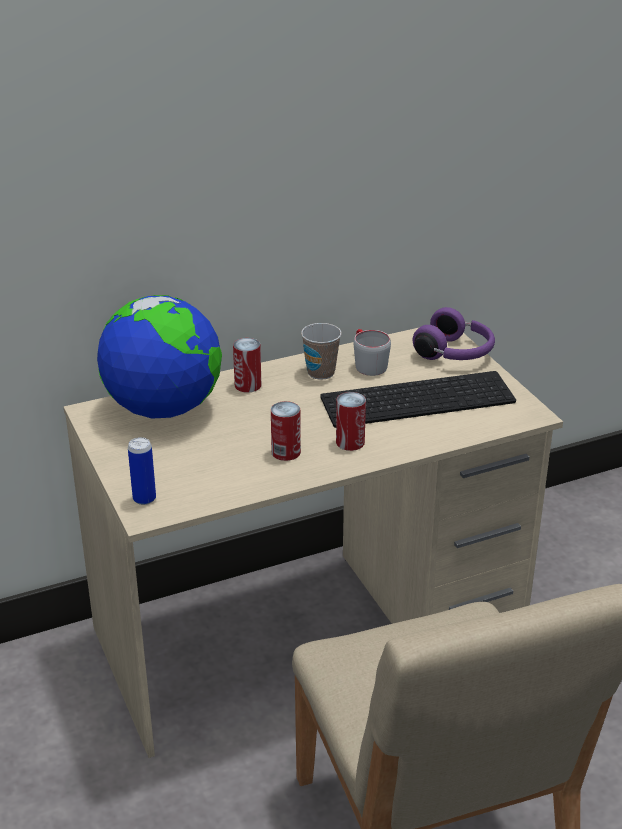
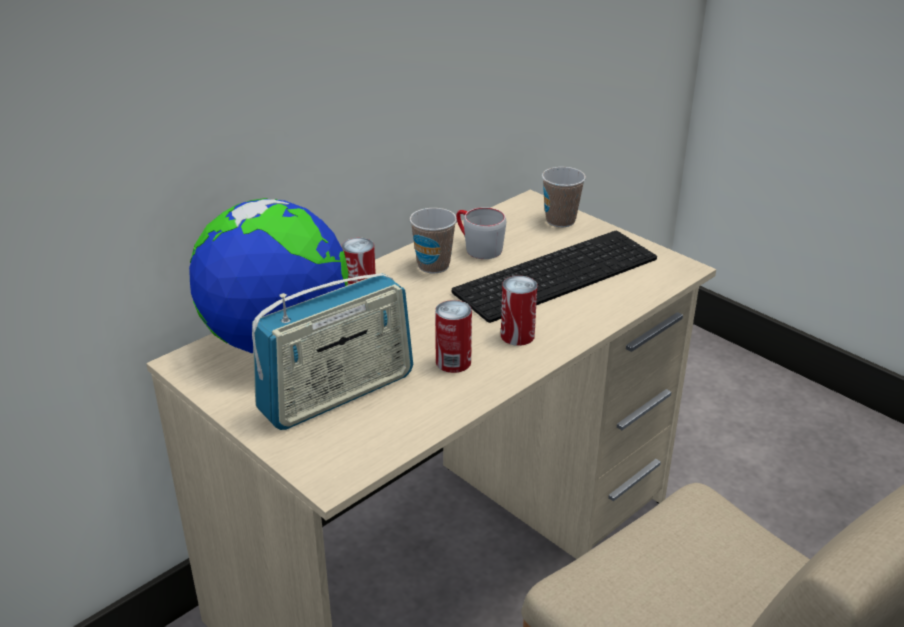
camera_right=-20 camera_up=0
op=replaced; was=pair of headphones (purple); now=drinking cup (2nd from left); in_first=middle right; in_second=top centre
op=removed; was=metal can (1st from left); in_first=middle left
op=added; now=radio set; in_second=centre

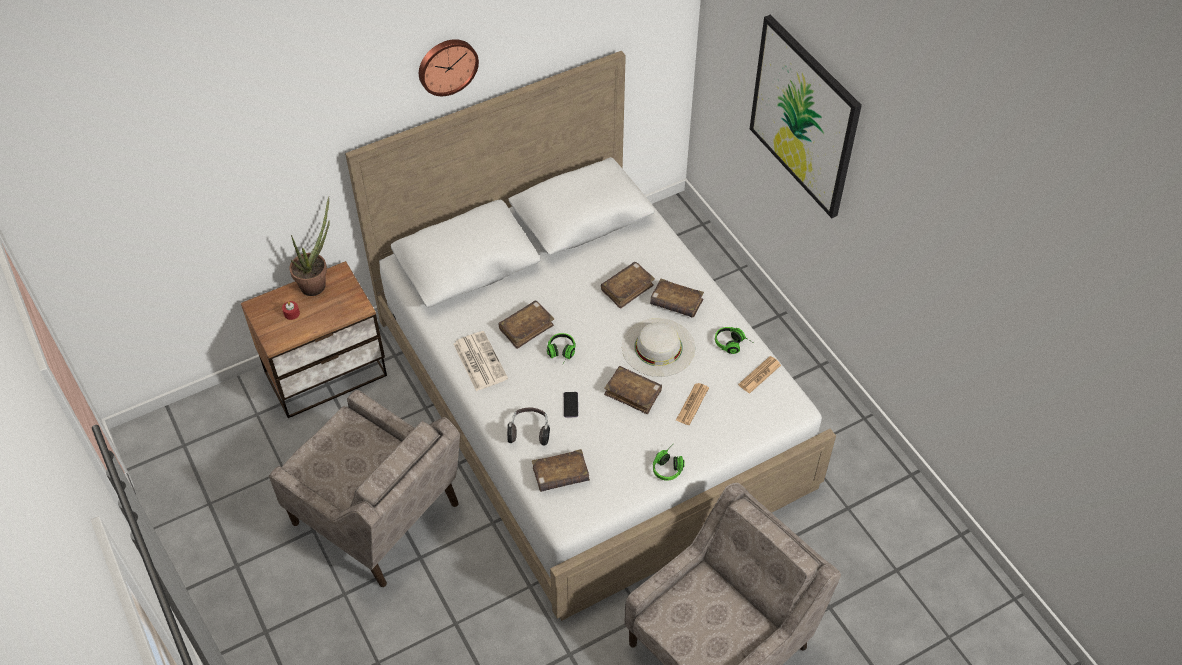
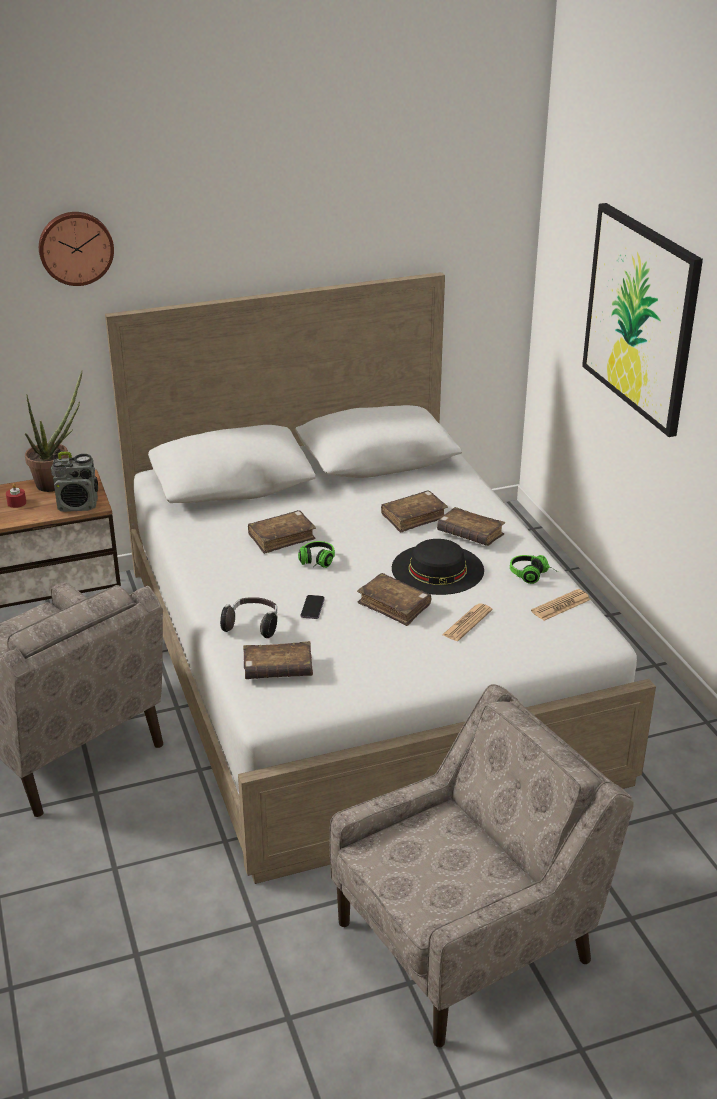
camera_right=10 camera_up=-20
op=moved; was=clock on the wall; in_first=top centre; in_second=top left
op=recoloured; was=hat (whitish); now=hat (black); in_first=centre; in_second=centre
op=removed; was=daily paper (1st from left); in_first=centre
op=removed; was=pair of headphones (3rd from left); in_first=bottom centre
op=added; now=radio set; in_second=middle left

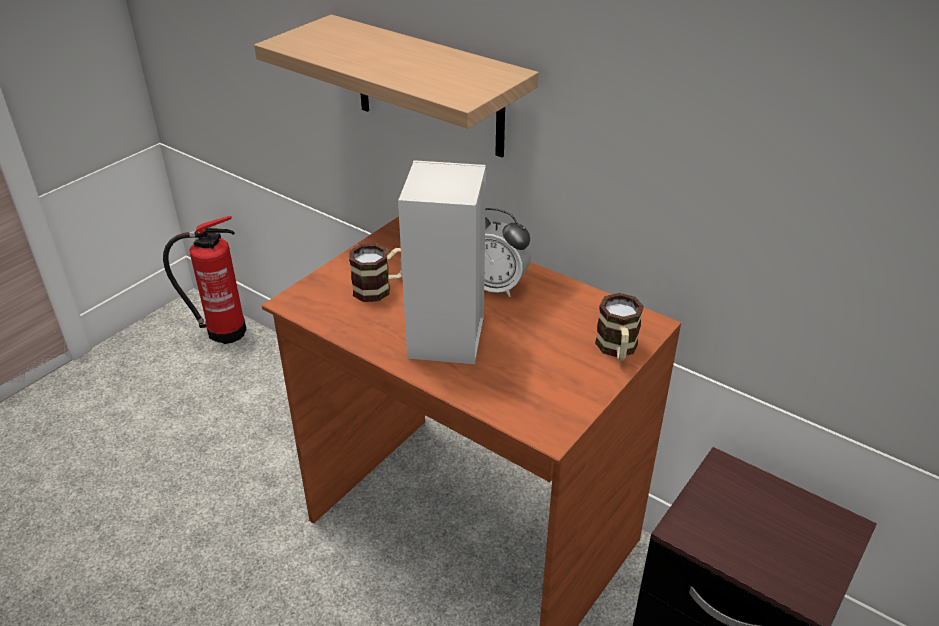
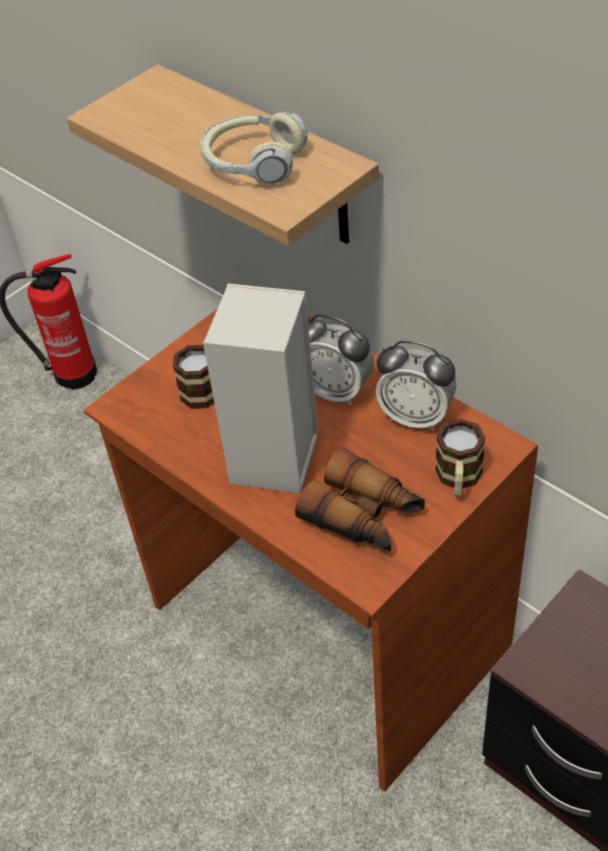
camera_right=10 camera_up=10
op=added; now=pair of headphones; in_second=top centre
op=added; now=bedside clock (2nd from left); in_second=middle right
op=added; now=binoculars; in_second=centre

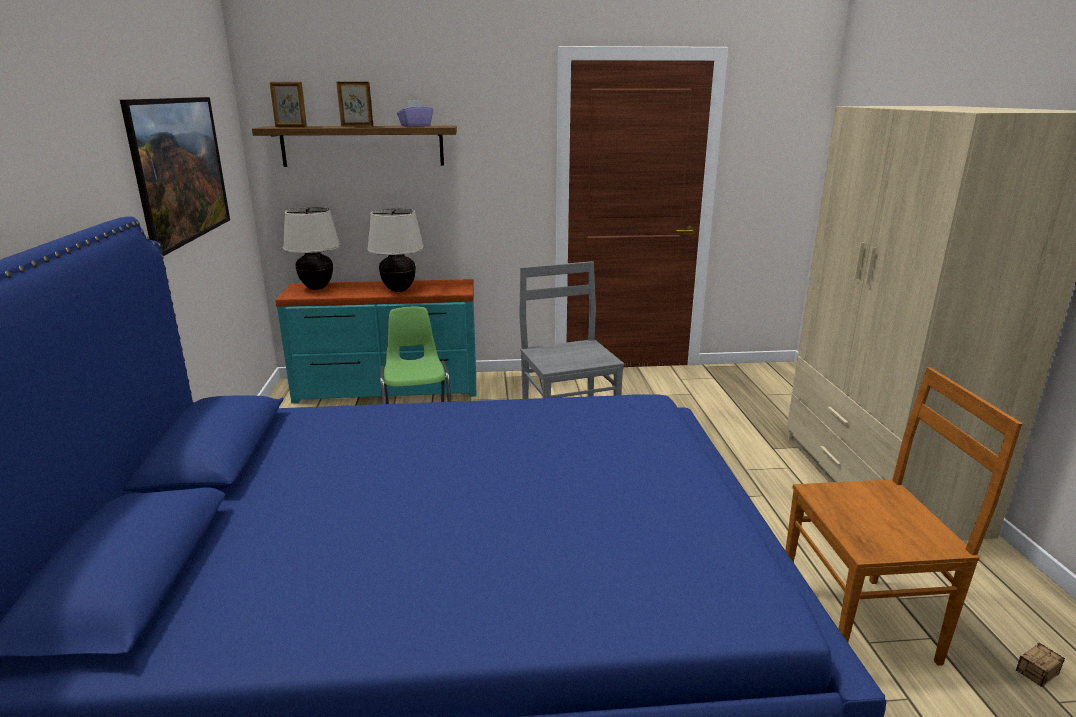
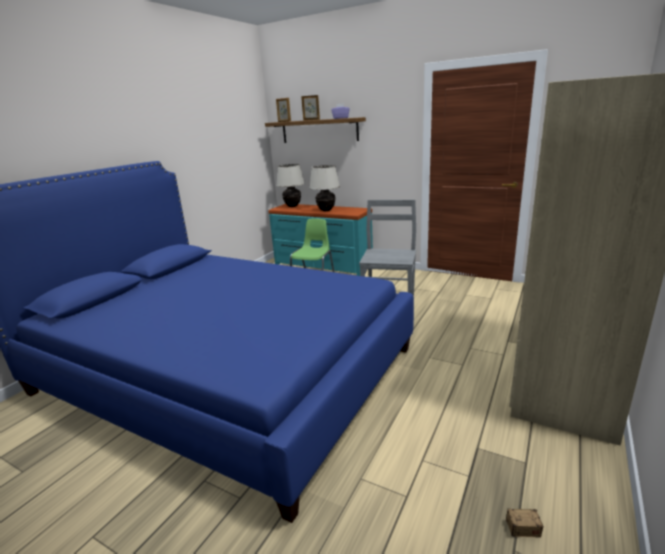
camera_right=35 camera_up=0
op=removed; was=wall picture; in_first=top left
op=removed; was=plain chair (brown-coloured); in_first=bottom right

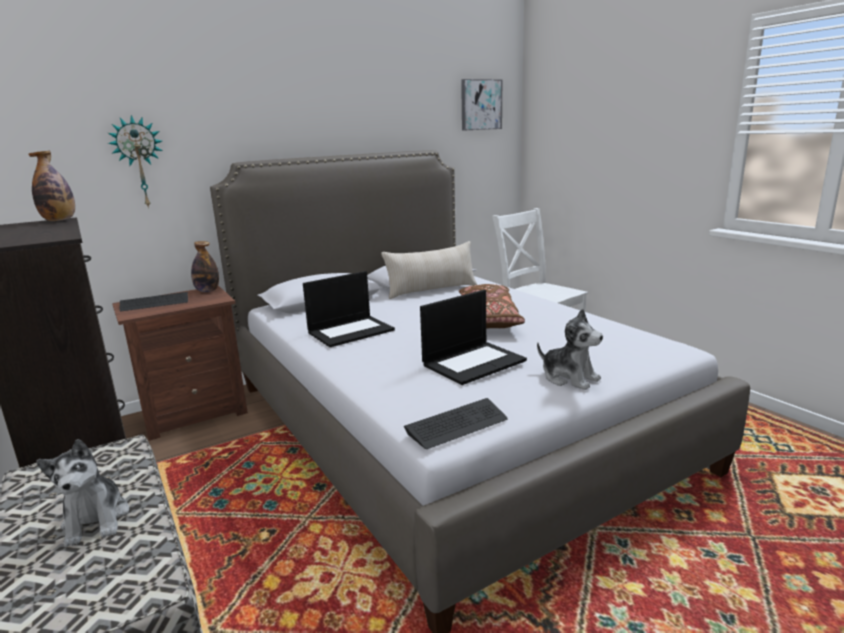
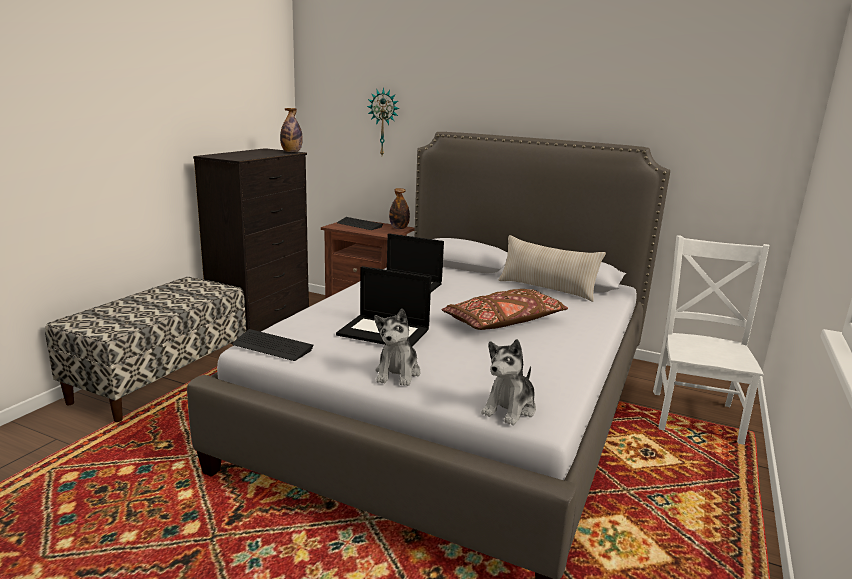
camera_right=55 camera_up=0
op=removed; was=wall picture; in_first=top centre
op=moved; was=cuddly toy (1st from left in the first image); now=cuddly toy (2nd from left); in_first=bottom left; in_second=centre

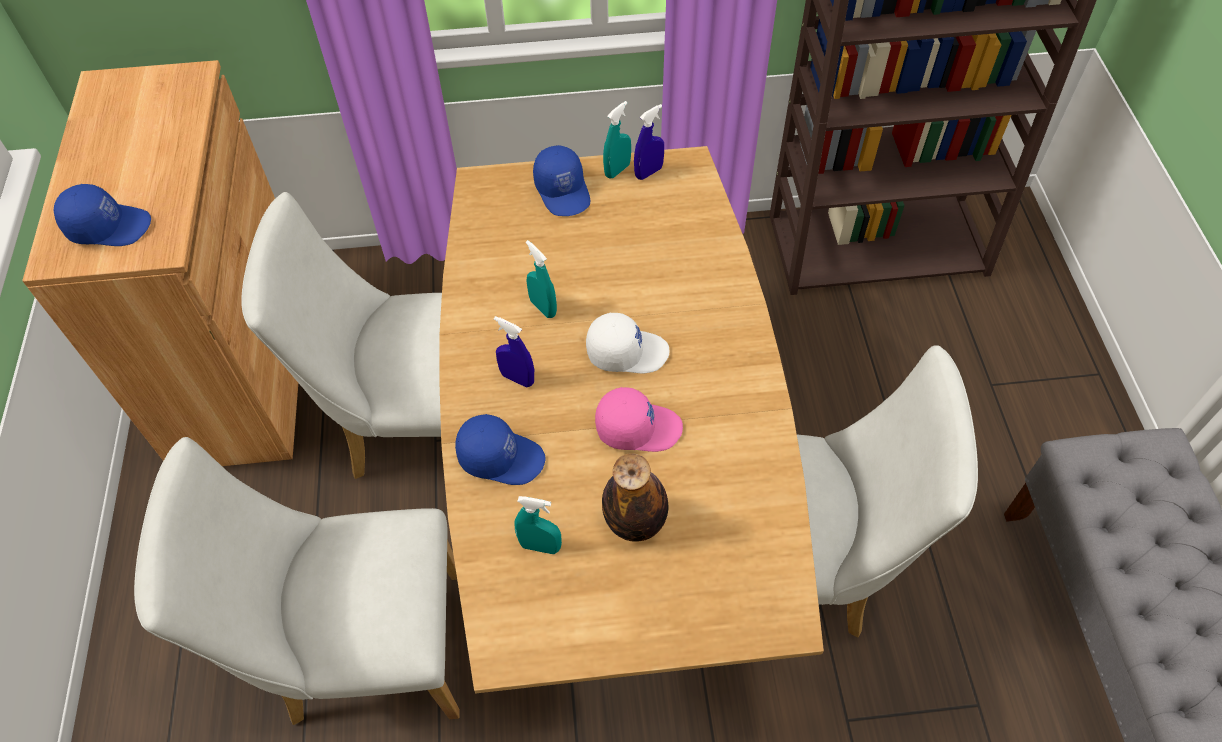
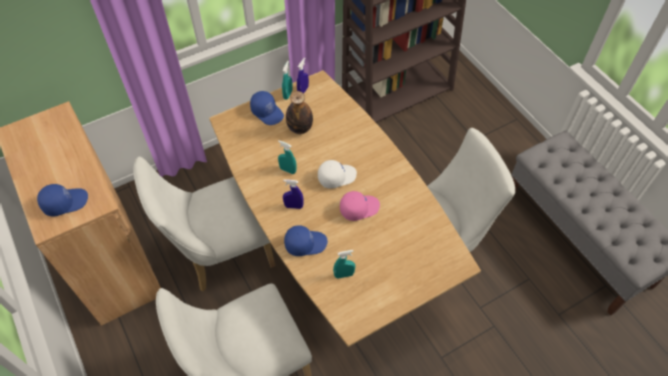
camera_right=-25 camera_up=0
op=moved; was=drink bottle; in_first=bottom centre; in_second=top centre

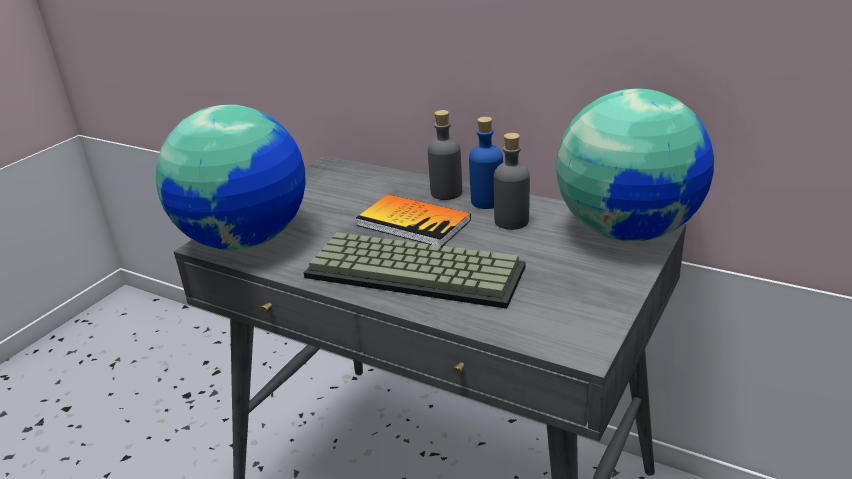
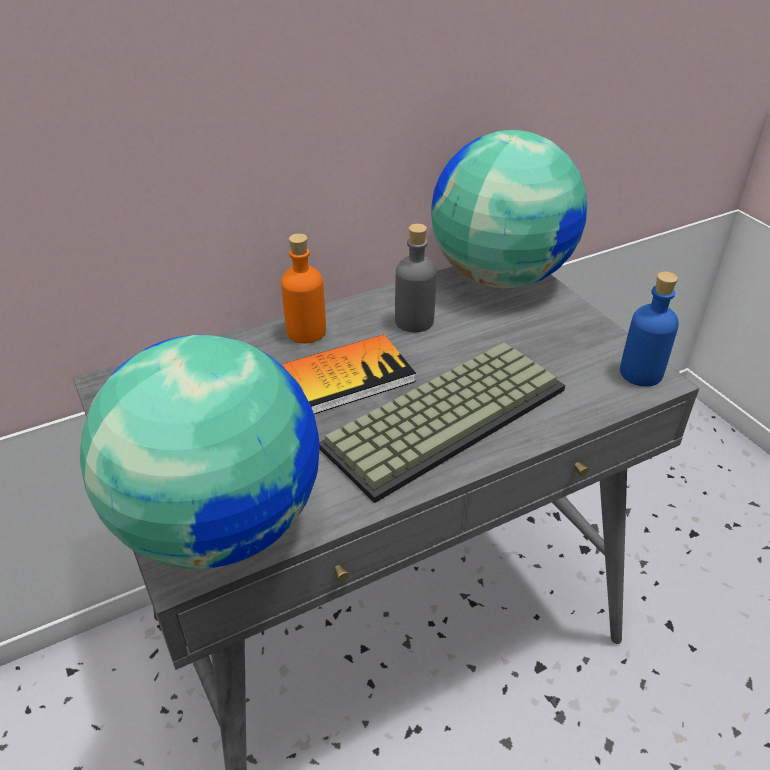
camera_right=-60 camera_up=10
op=recoloured; was=drink bottle (gray) (1st from left); now=drink bottle (orange); in_first=top centre; in_second=centre
op=moved; was=drink bottle (blue-coloured); in_first=centre; in_second=middle right

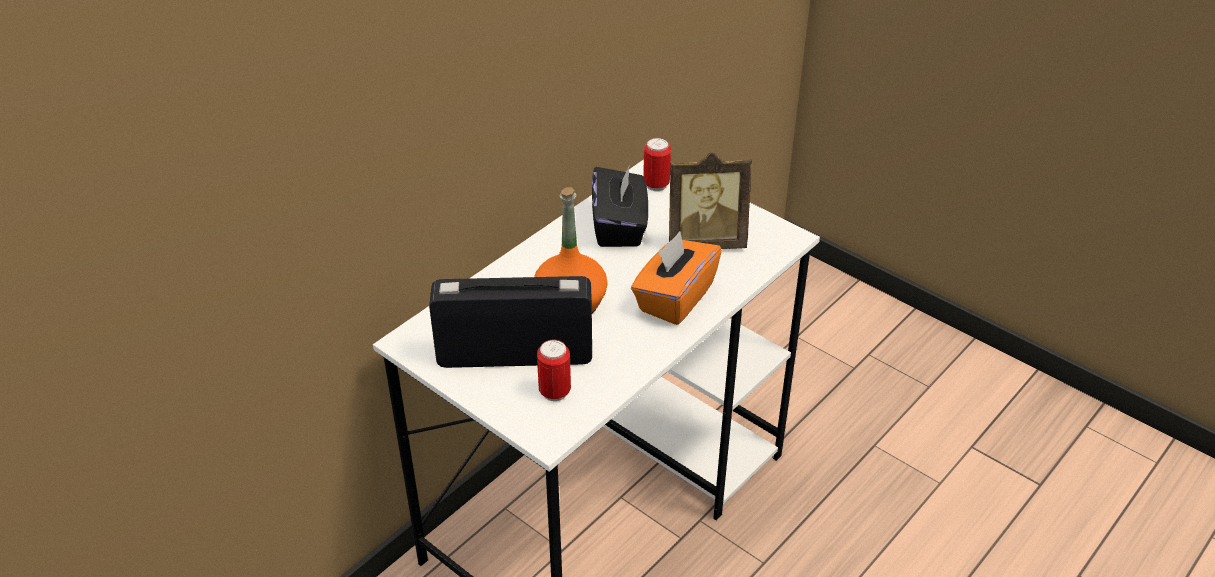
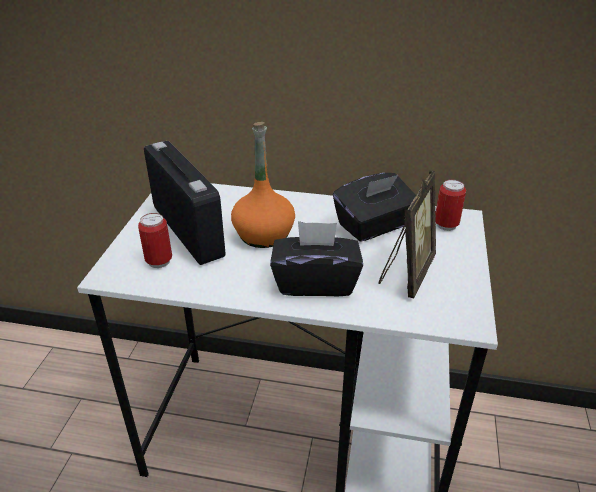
camera_right=60 camera_up=-5
op=turned; was=picture frame; in_first=centre; in_second=middle right; clockwise=-120
op=recoloured; was=box of tissues (orange); now=box of tissues (black) (1st from left); in_first=centre; in_second=centre

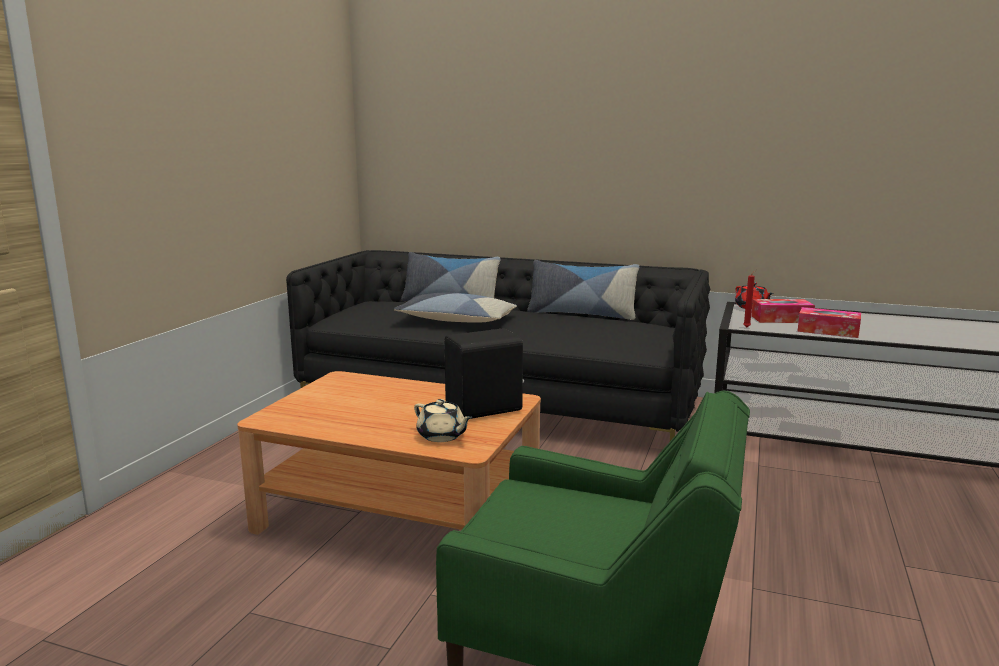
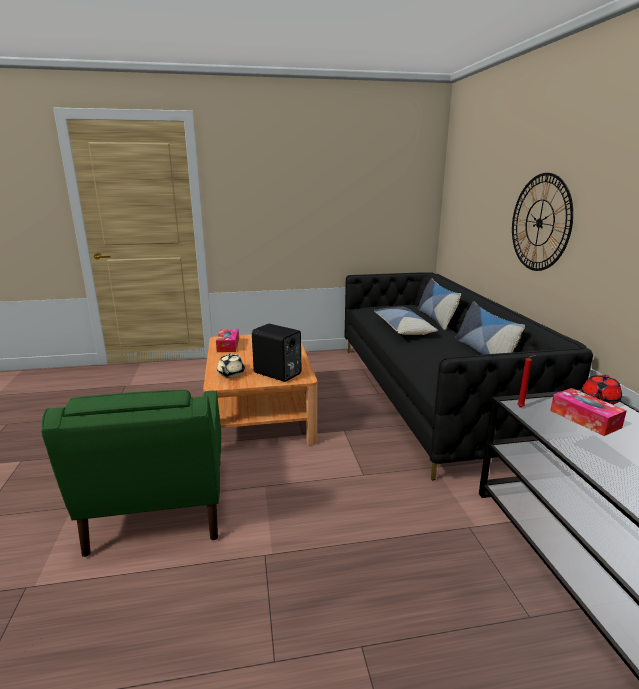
camera_right=60 camera_up=5
op=moved; was=box of tissues (2nd from left in the first image); now=box of tissues (1st from left); in_first=middle right; in_second=centre
op=added; now=clock on the wall; in_second=top right

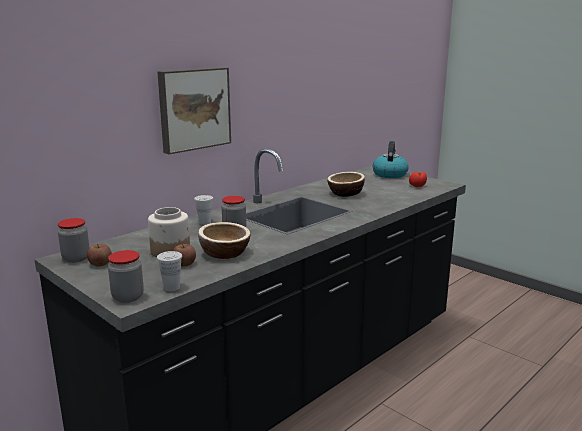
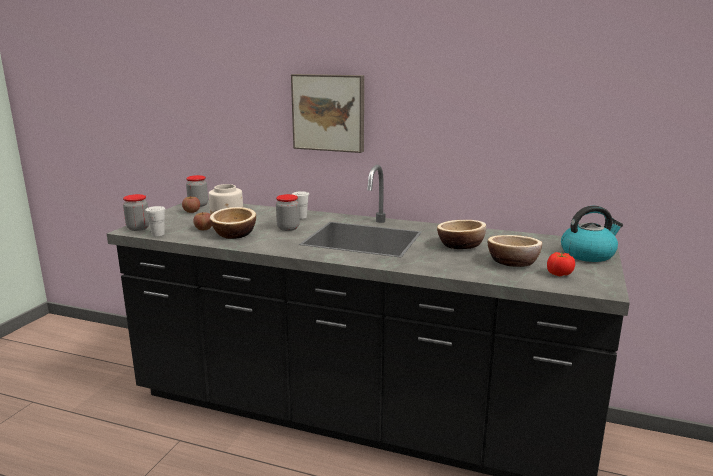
camera_right=65 camera_up=0
op=added; now=deep dish (3rd from left); in_second=middle right

